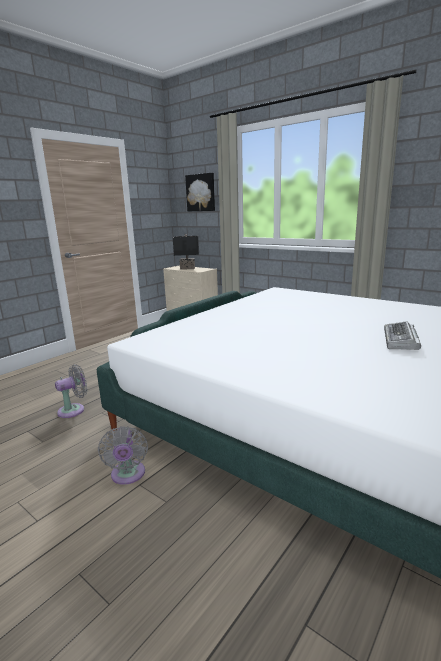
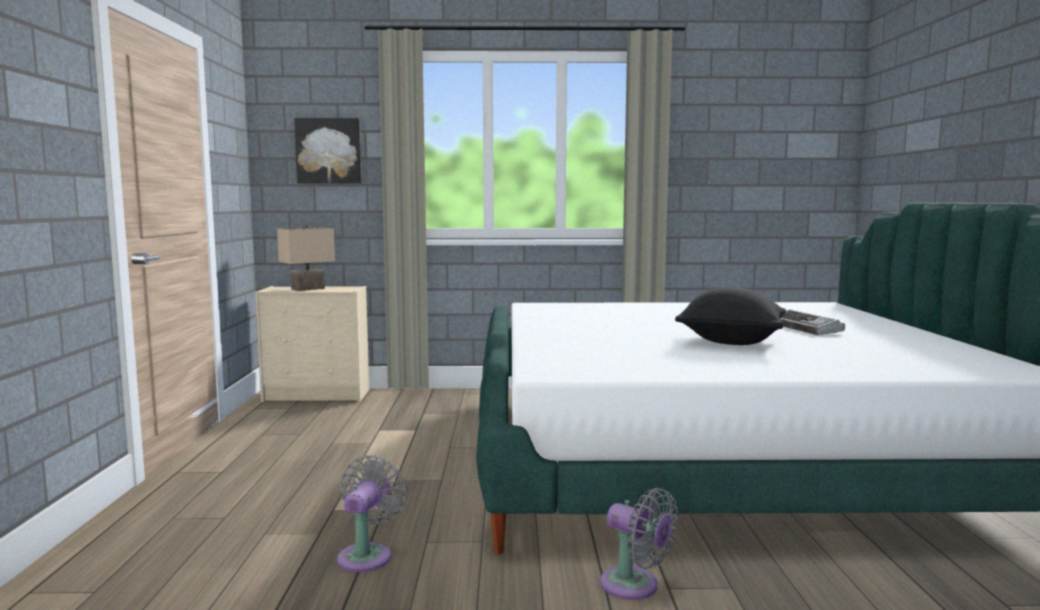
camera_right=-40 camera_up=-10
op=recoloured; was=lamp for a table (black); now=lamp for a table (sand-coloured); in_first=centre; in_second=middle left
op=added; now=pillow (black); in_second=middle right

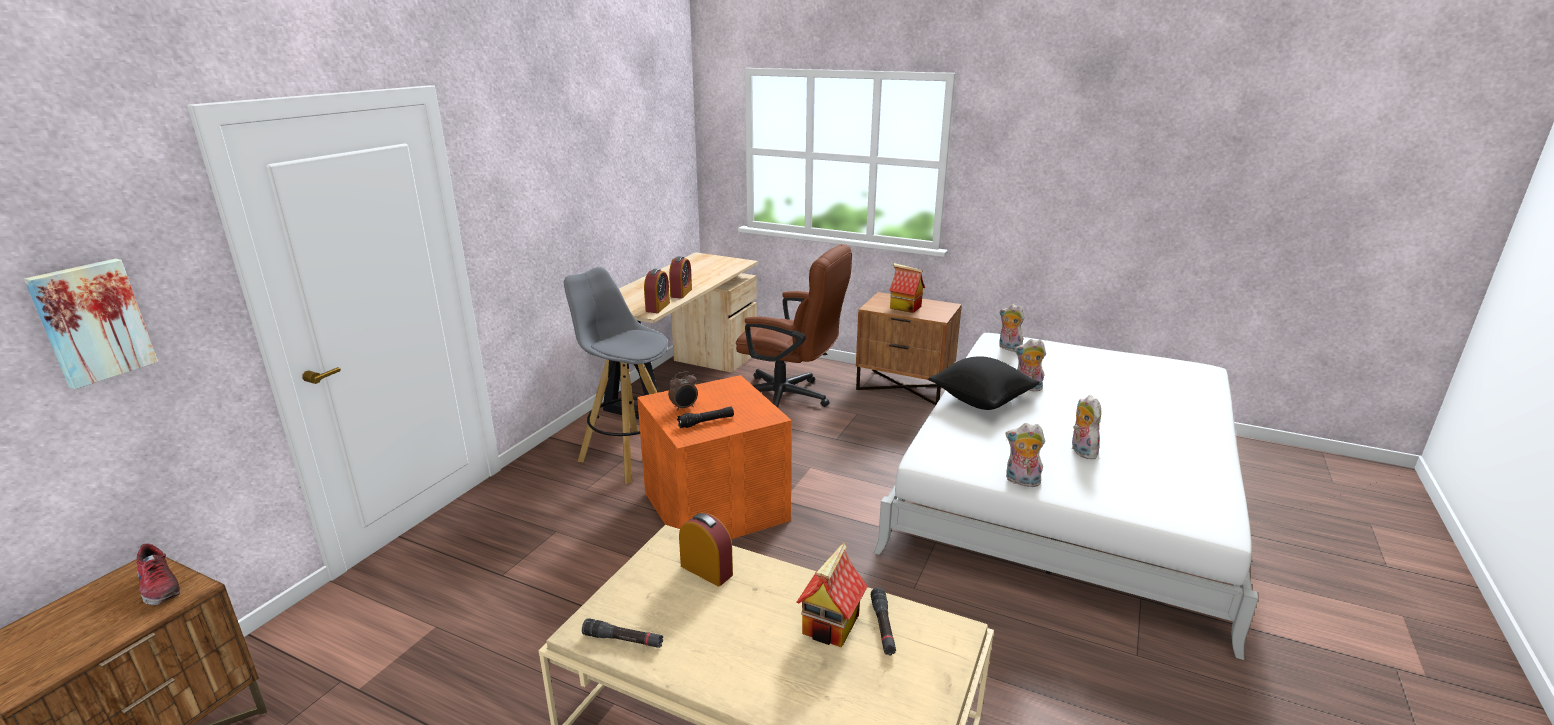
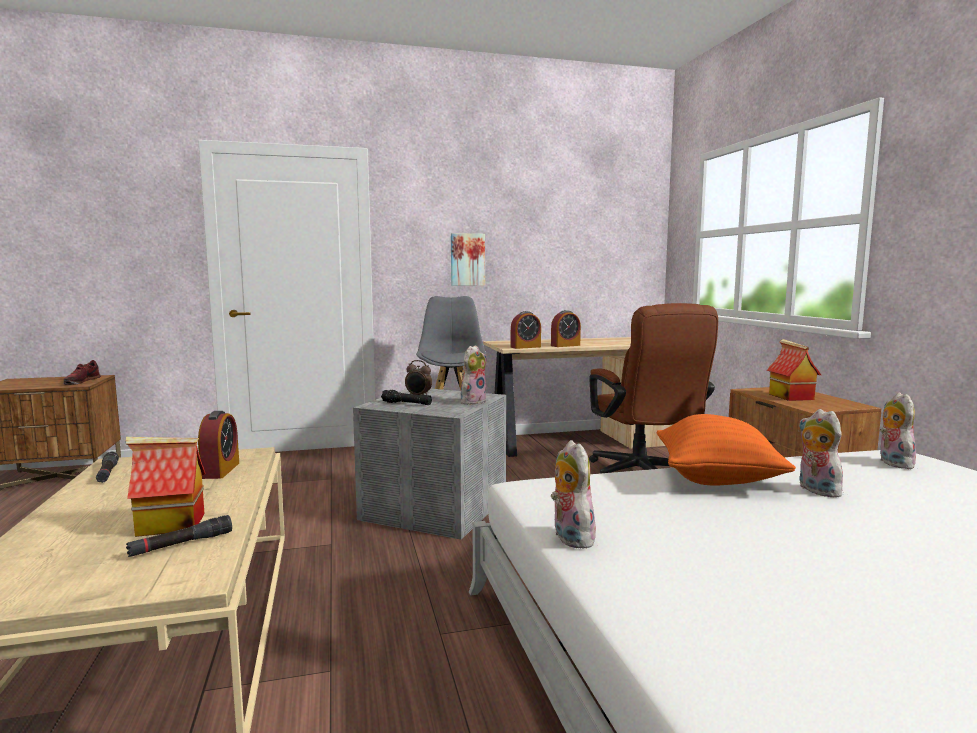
camera_right=50 camera_up=-15
op=moved; was=wall picture; in_first=middle left; in_second=centre
op=recoloured; was=pillow (black); now=pillow (orange); in_first=centre; in_second=middle right
op=recoloured; was=storage bin (orange); now=storage bin (gray); in_first=centre; in_second=centre
op=moved; was=cuddly toy (4th from left in the first image); now=cuddly toy (1st from left); in_first=middle right; in_second=centre

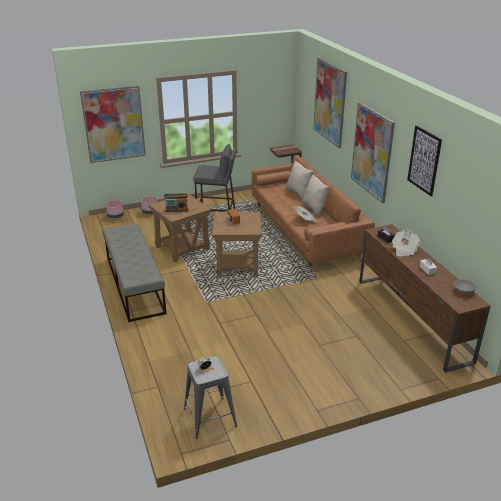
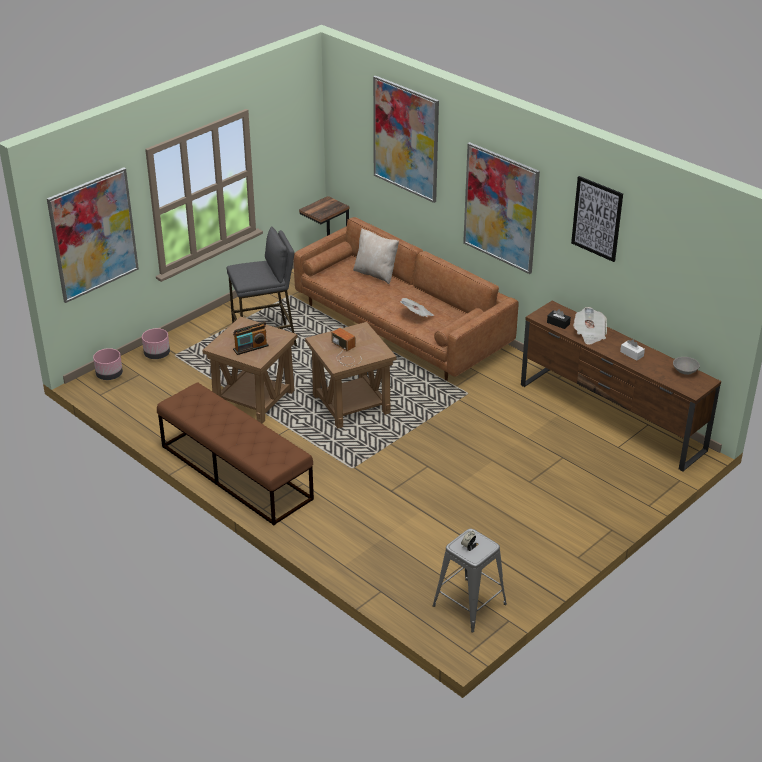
camera_right=-25 camera_up=5
op=removed; was=pillow (sand-coloured) (2nd from left); in_first=centre
op=recoloured; was=bench (gray); now=bench (brown-coloured); in_first=middle left; in_second=middle left

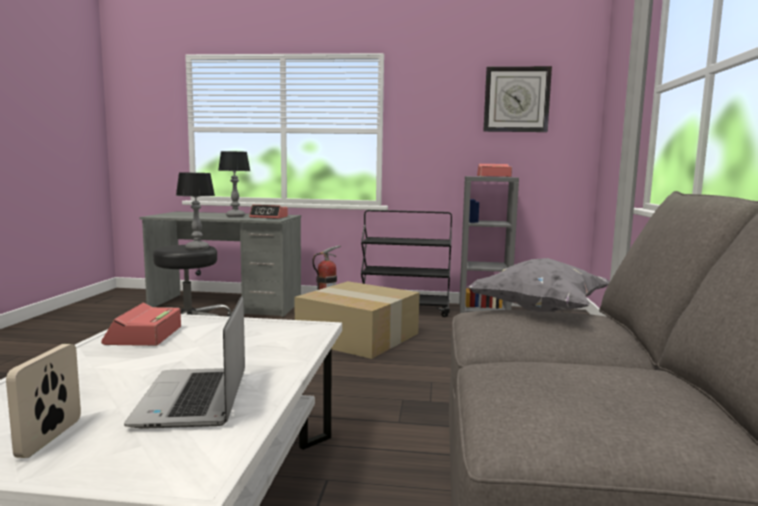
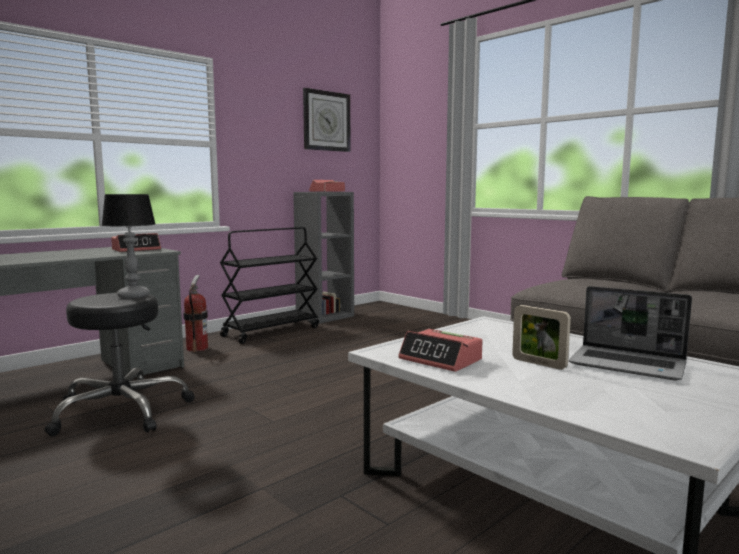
camera_right=-50 camera_up=0
op=removed; was=lamp for a table (2nd from left); in_first=middle left
op=removed; was=pillow (gray); in_first=middle right
op=removed; was=packing box; in_first=centre
op=moved; was=picture frame; in_first=bottom left; in_second=middle right

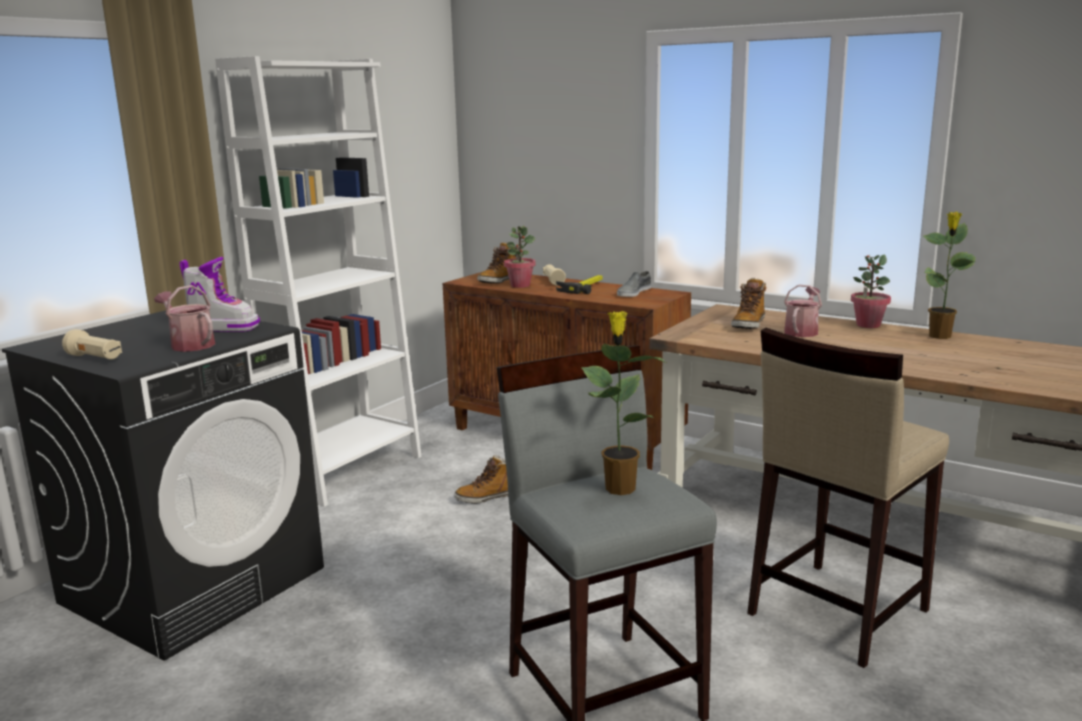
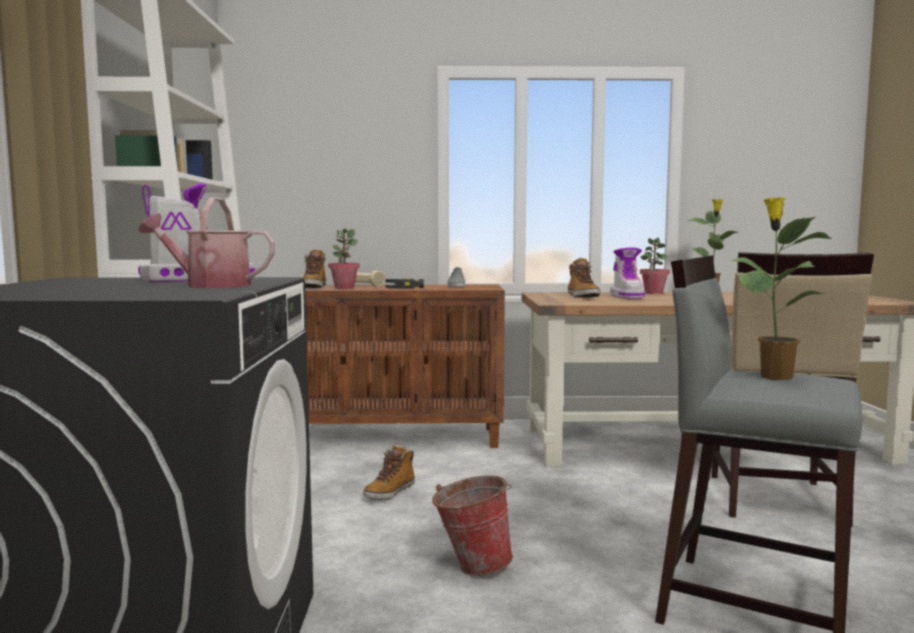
camera_right=-35 camera_up=-10
op=replaced; was=sprinkling can (2nd from left); now=tall boot (5th from left); in_first=middle right; in_second=middle right
op=removed; was=hand torch (sand-coloured) (1st from left); in_first=middle left
op=added; now=water bucket; in_second=bottom centre

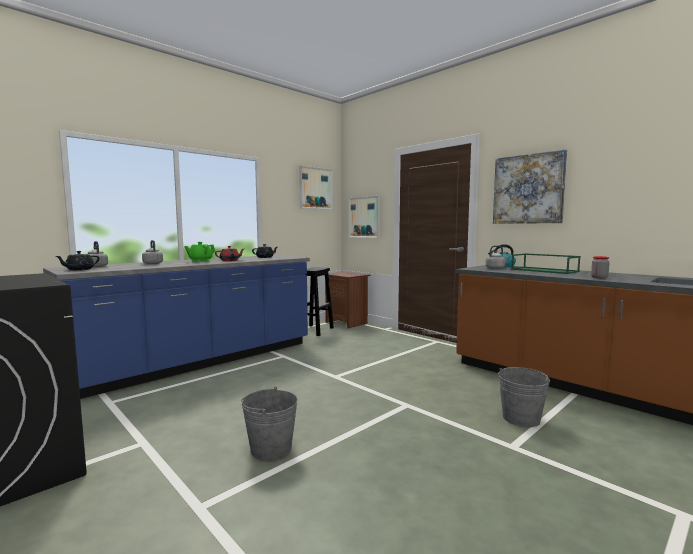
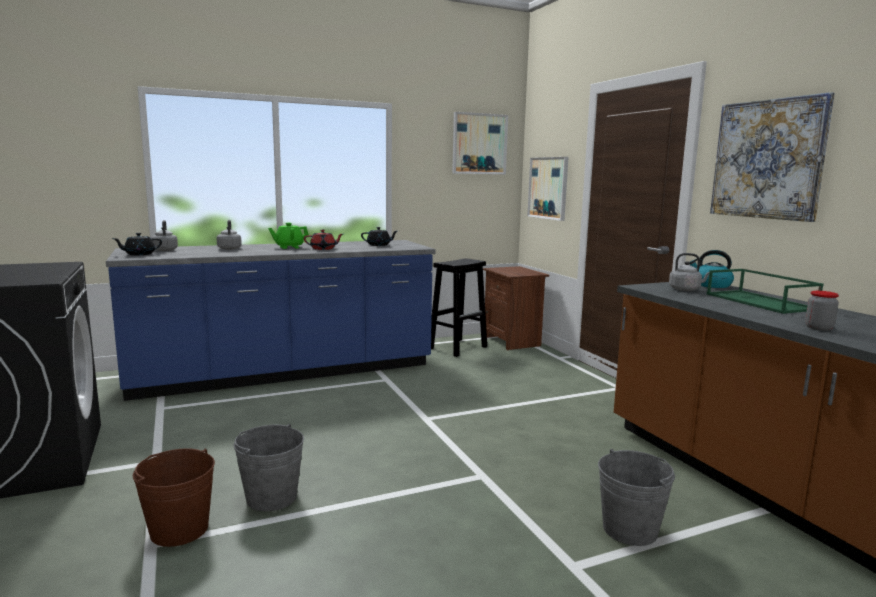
camera_right=20 camera_up=5
op=added; now=water bucket (brown-coloured); in_second=bottom left

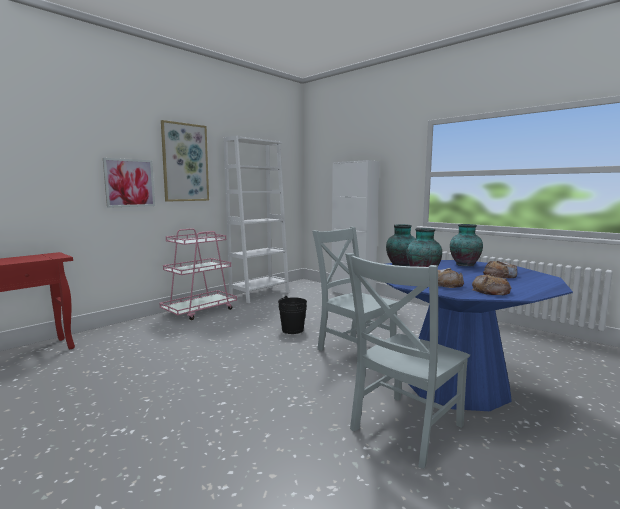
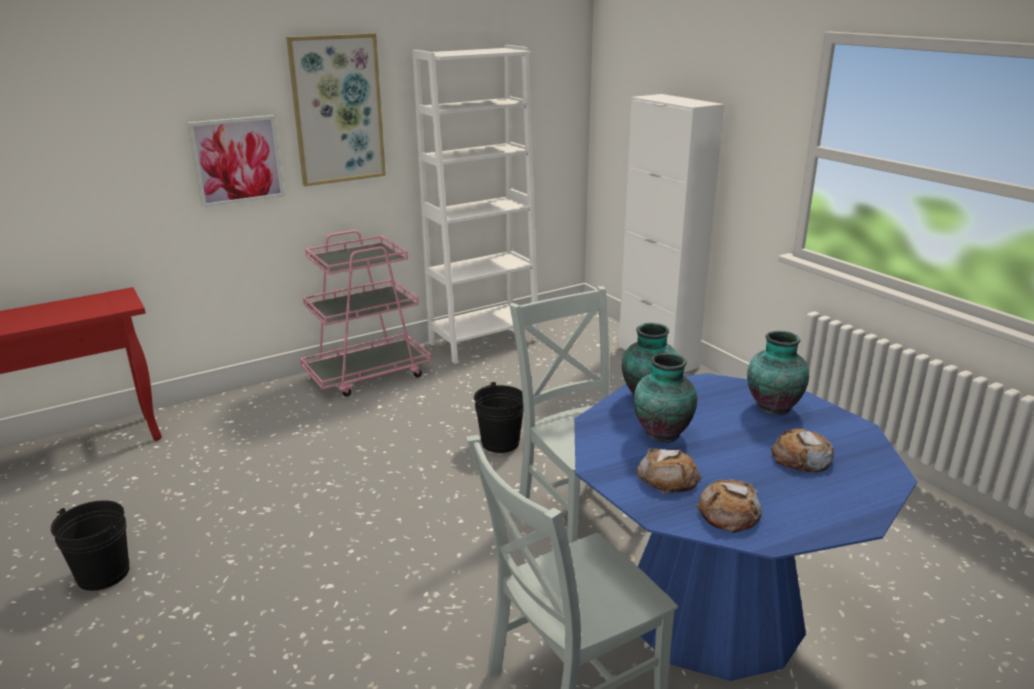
camera_right=15 camera_up=15
op=added; now=water bucket (black) (1st from left); in_second=bottom left

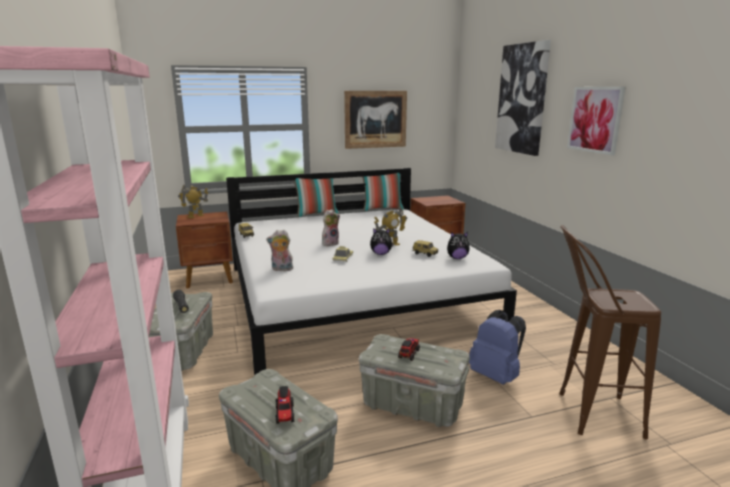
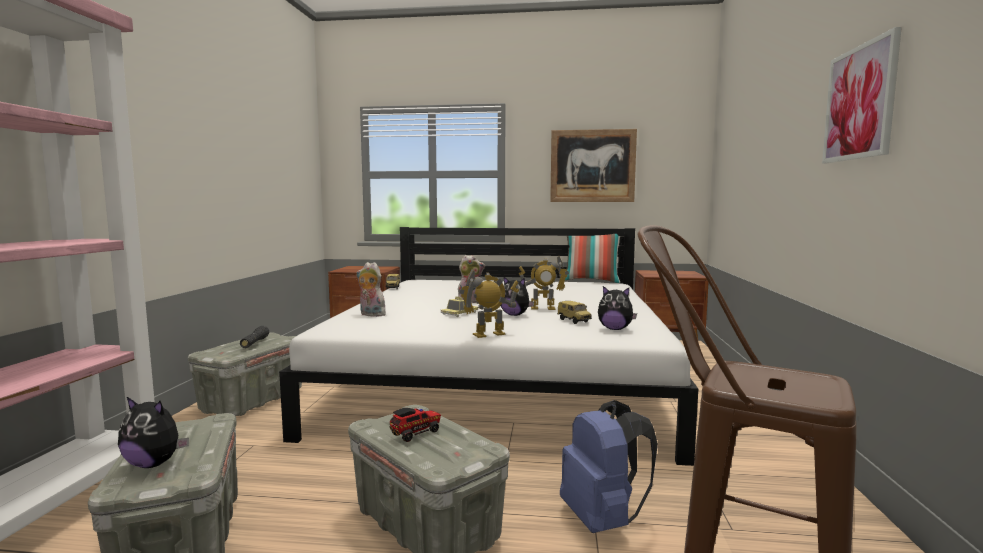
camera_right=25 camera_up=-10
op=removed; was=wall picture (2nd from left); in_first=top right
op=removed; was=pillow (1st from left); in_first=centre
op=moved; was=robot figure (1st from left); in_first=middle left; in_second=centre
op=replaced; was=toy lorry (1st from left); now=cuddly toy (1st from left); in_first=bottom centre; in_second=bottom left

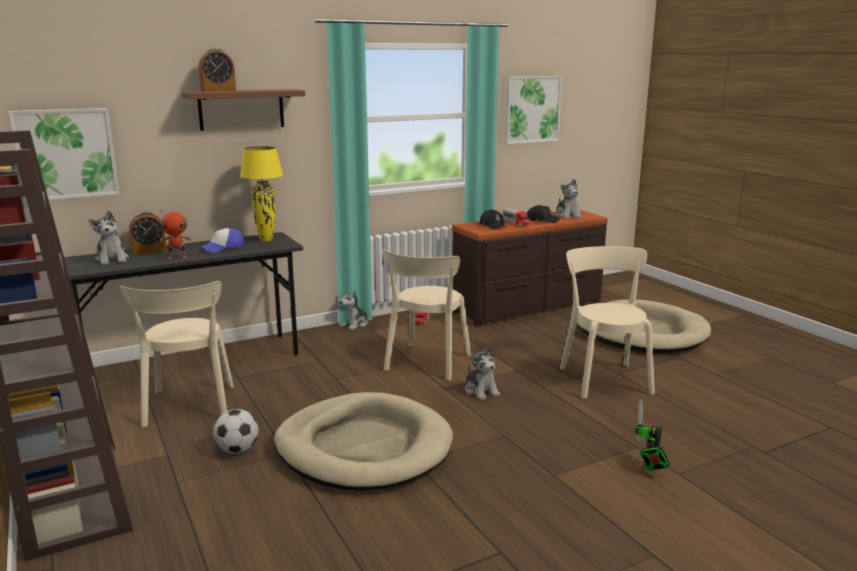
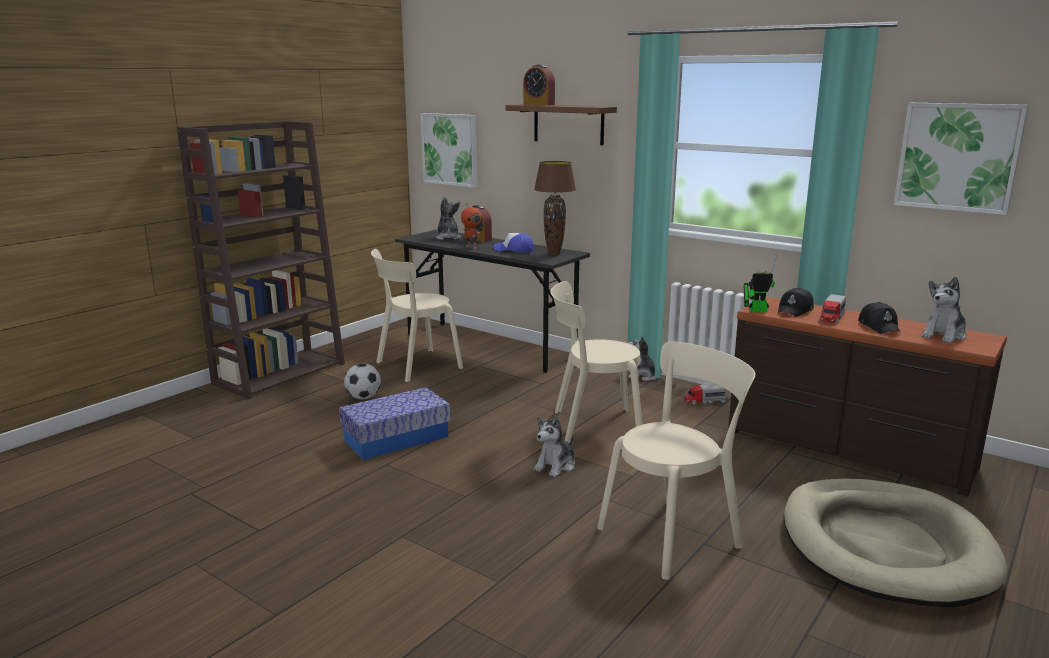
camera_right=65 camera_up=0
op=recoloured; was=lamp for a table (yellowish); now=lamp for a table (brown-coloured); in_first=middle left; in_second=top centre
op=turned; was=cuddly toy (1st from left); in_first=middle left; in_second=top centre; clockwise=135
op=replaced; was=pet bed (sand-coloured) (1st from left); now=storage bin; in_first=bottom centre; in_second=centre
op=moved; was=robot figure (2nd from left); in_first=bottom right; in_second=middle right

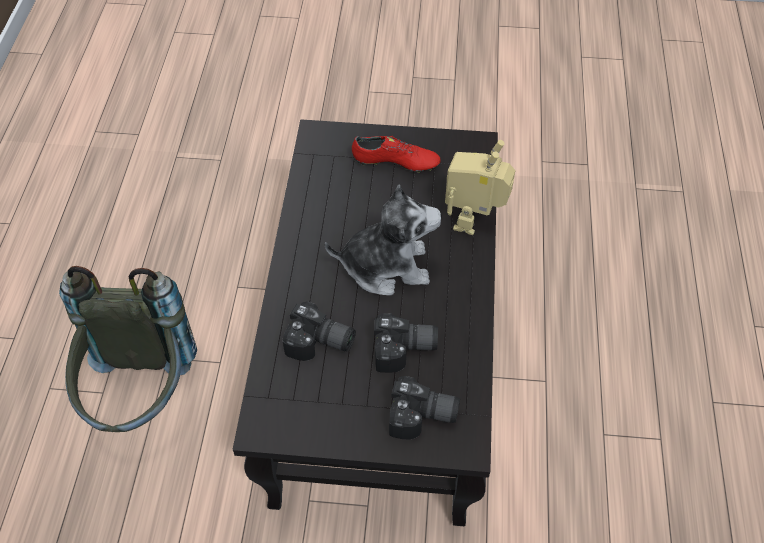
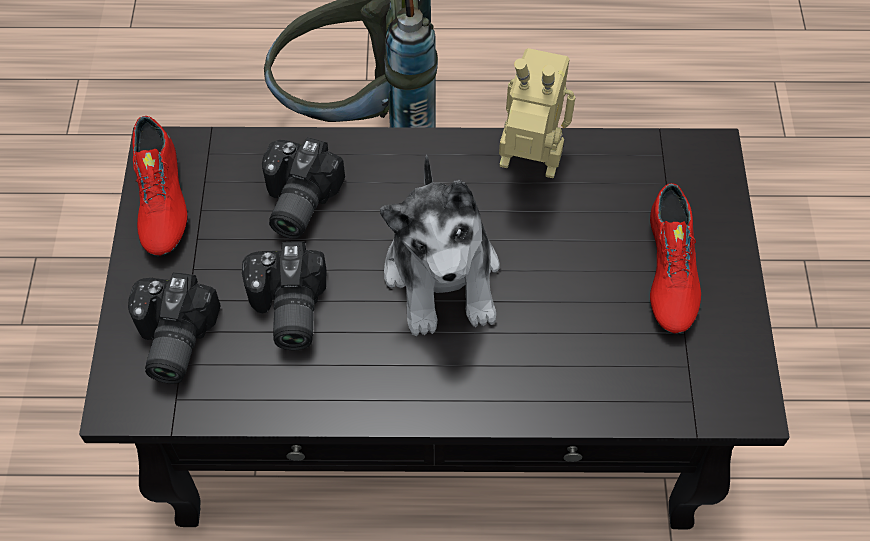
camera_right=85 camera_up=5
op=moved; was=robot figure; in_first=centre; in_second=top centre
op=added; now=low shoe (red) (1st from left); in_second=middle left

